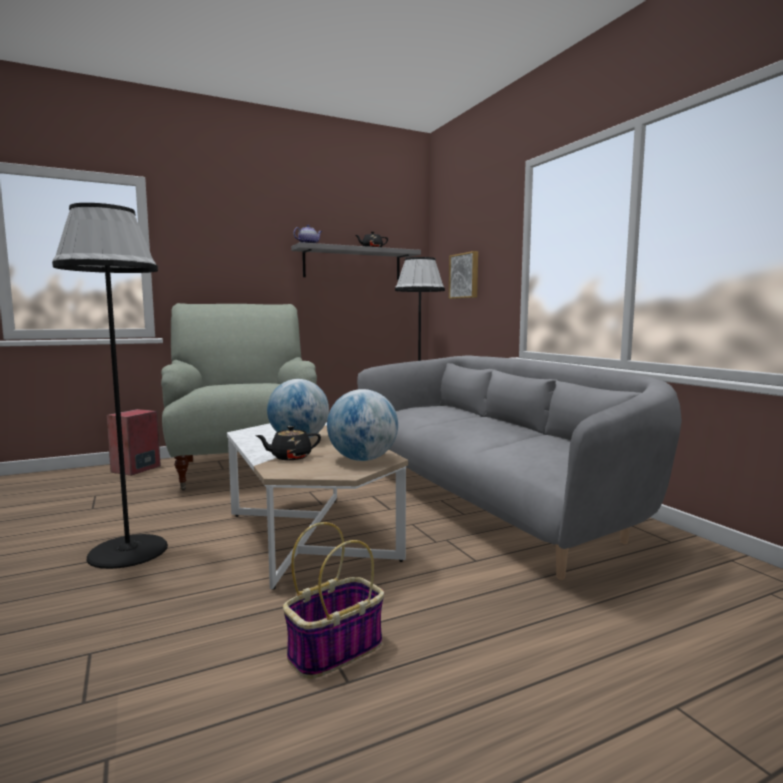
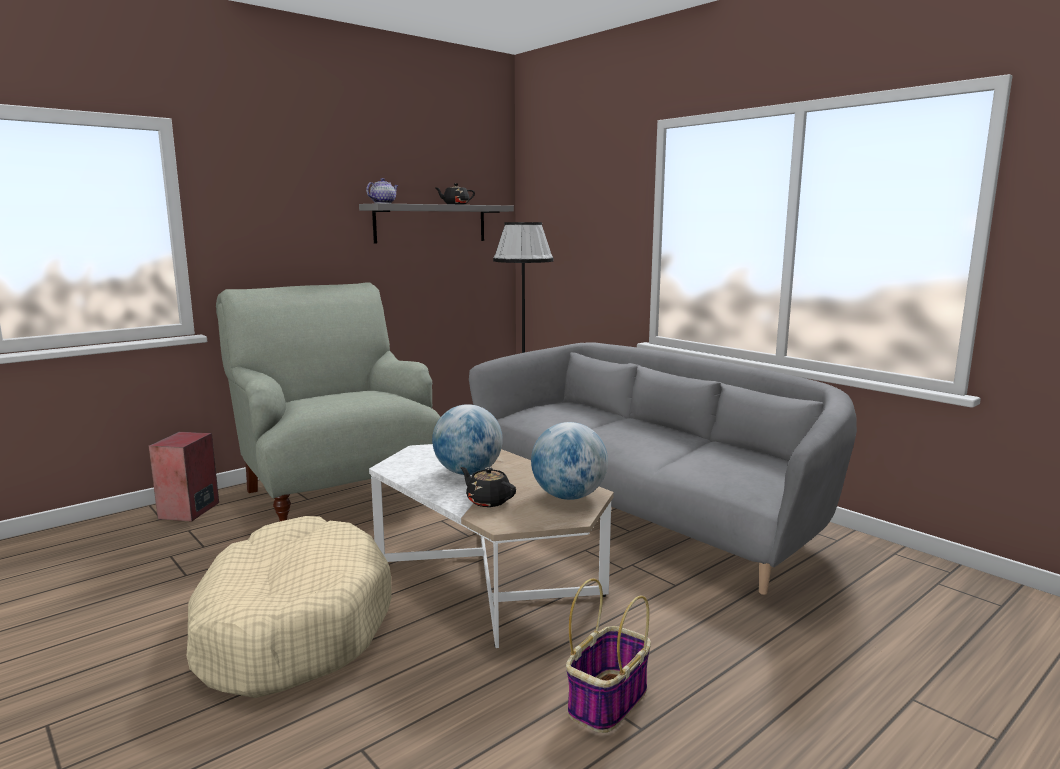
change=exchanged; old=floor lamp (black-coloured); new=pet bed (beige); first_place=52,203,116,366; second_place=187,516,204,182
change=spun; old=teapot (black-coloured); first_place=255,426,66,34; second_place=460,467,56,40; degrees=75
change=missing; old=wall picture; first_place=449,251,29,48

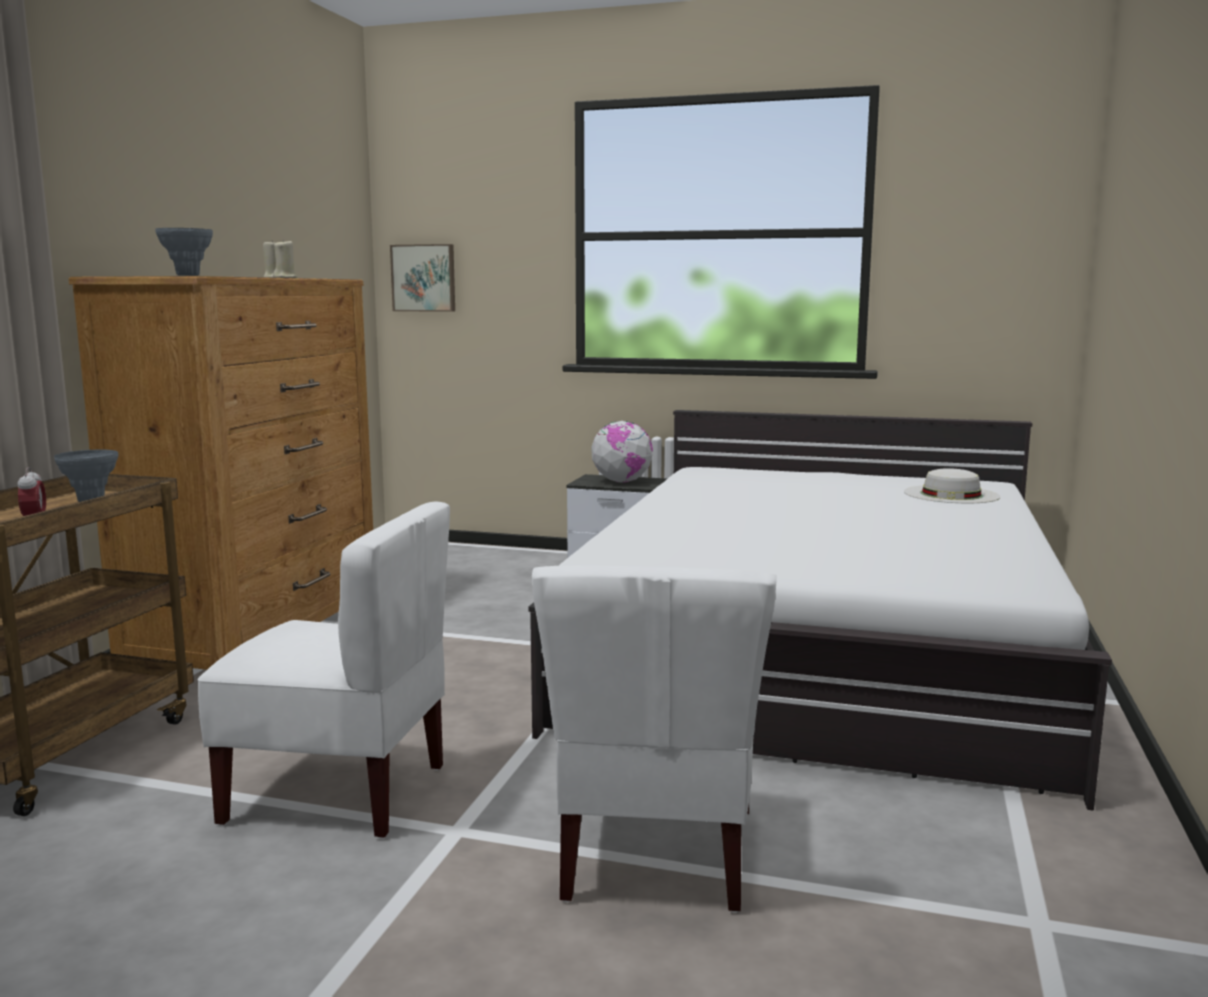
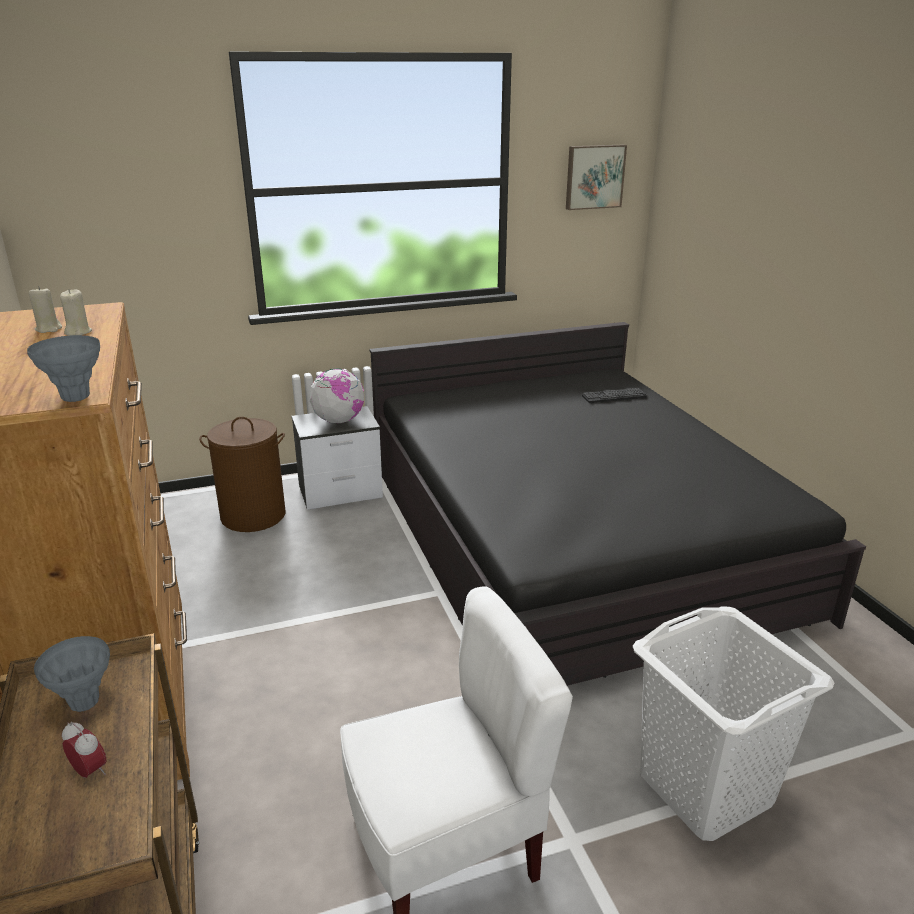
change=relocated; old=wall picture; first_place=390,244,65,68; second_place=566,145,61,65
change=colour; old=bed (whitish); new=bed (black-coloured); first_place=528,410,584,401; second_place=369,322,497,364
change=exchanged; old=chair (whitish); new=laundry basket (whitish); first_place=532,565,245,347; second_place=633,606,201,235
change=exchanged; old=wearable hat (whitish); new=computer keyboard; first_place=904,468,97,35; second_place=582,388,65,15
change=appeared; new=laundry basket (brown); second_place=199,417,86,115

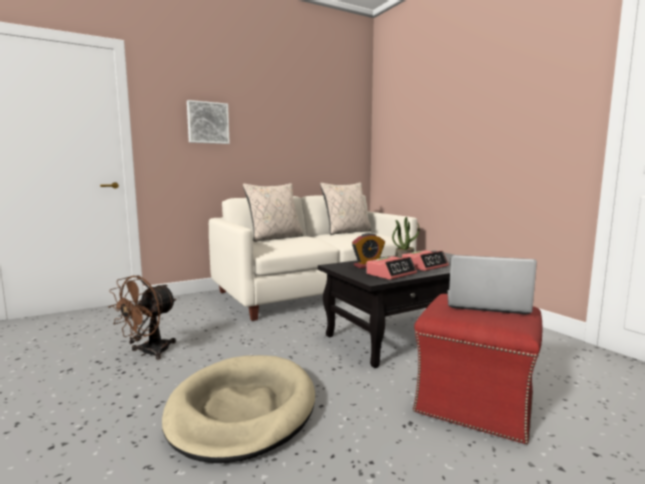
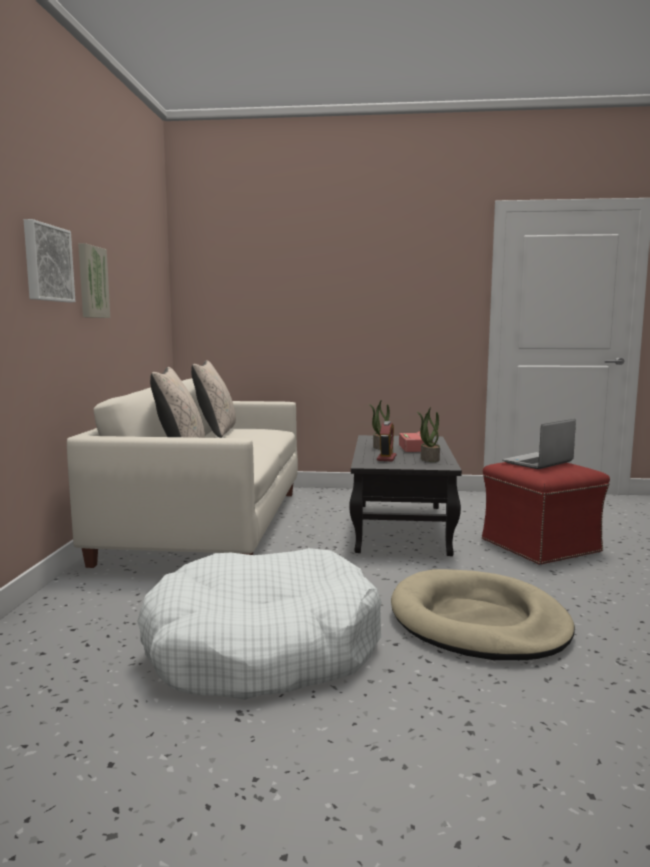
change=exchanged; old=fan (brown); new=pet bed (whitish); first_place=109,275,68,85; second_place=137,548,244,152
change=exchanged; old=alarm clock; new=potted plant; first_place=366,256,51,24; second_place=417,407,23,55
change=appeared; new=wall picture; second_place=78,243,32,75

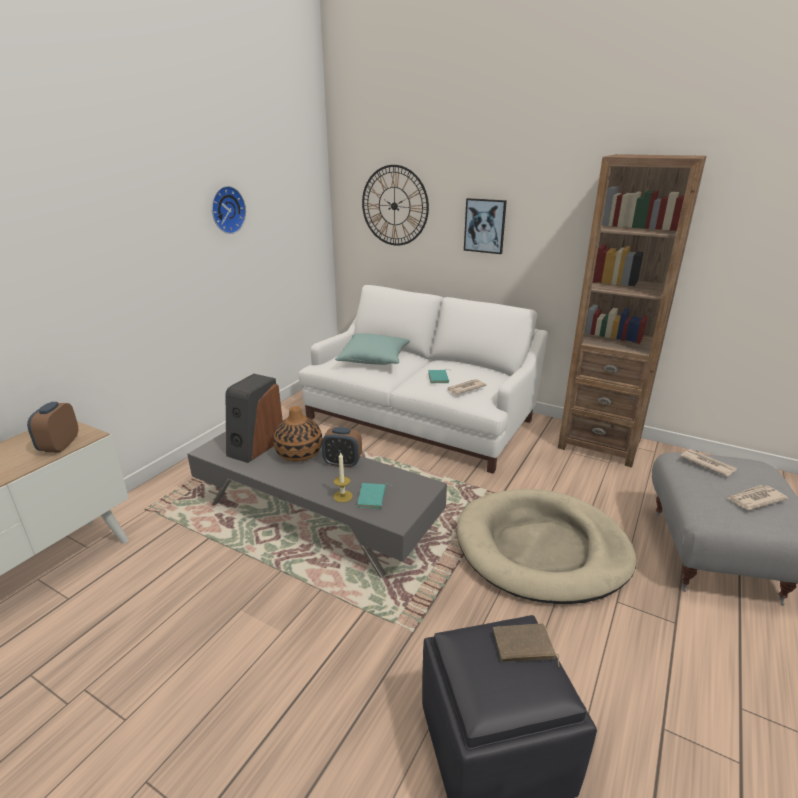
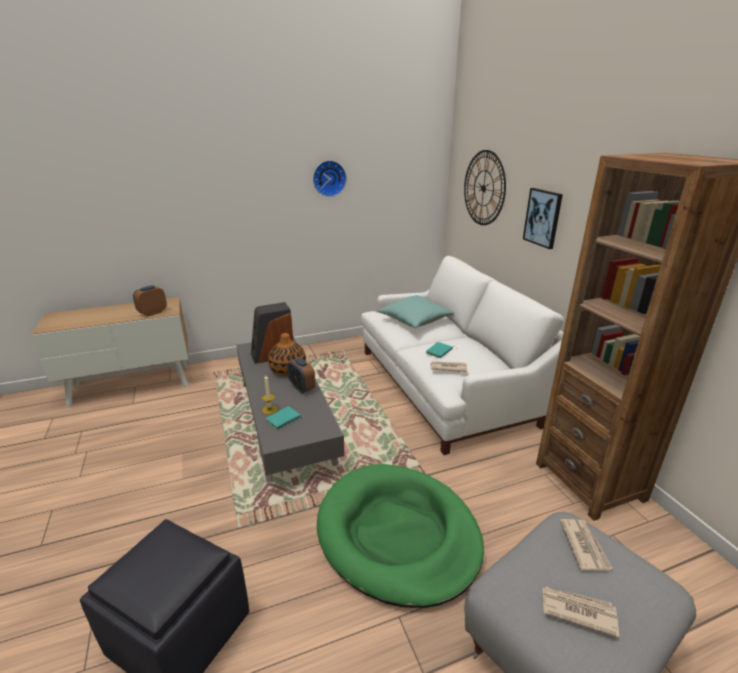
change=colour; old=pet bed (beige); new=pet bed (green-coloured); first_place=457,489,179,115; second_place=317,464,167,144
change=missing; old=book (brown); first_place=493,623,67,44

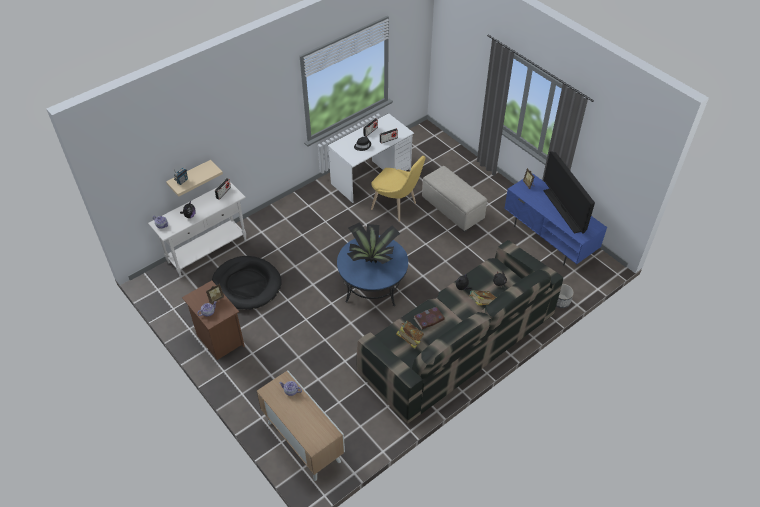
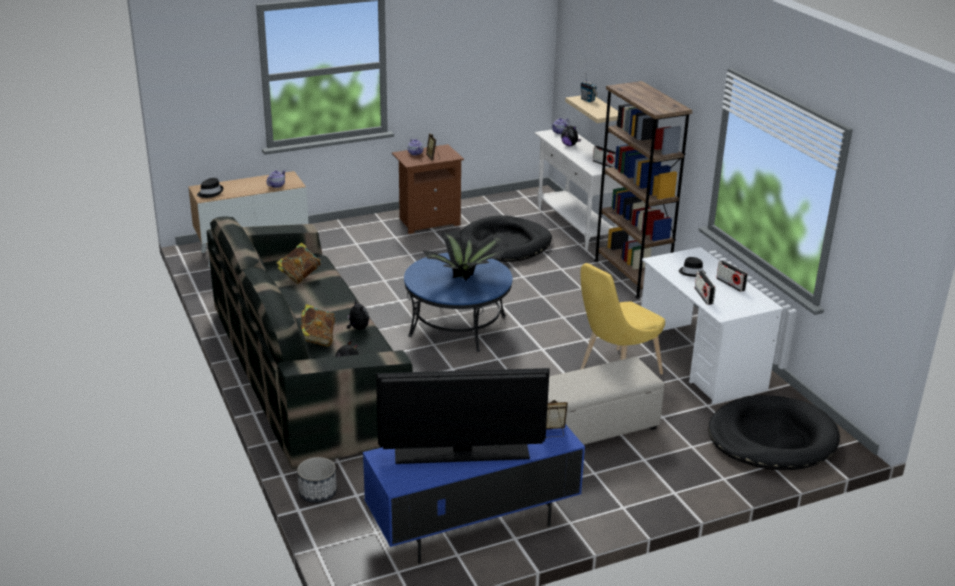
change=missing; old=book; first_place=414,307,31,22
change=appeared; new=wearable hat (black-coloured); second_place=197,178,26,20
change=appeared; new=bookcase (brown); second_place=594,81,98,217
change=appeared; new=pet bed (black-coloured); second_place=708,395,132,75

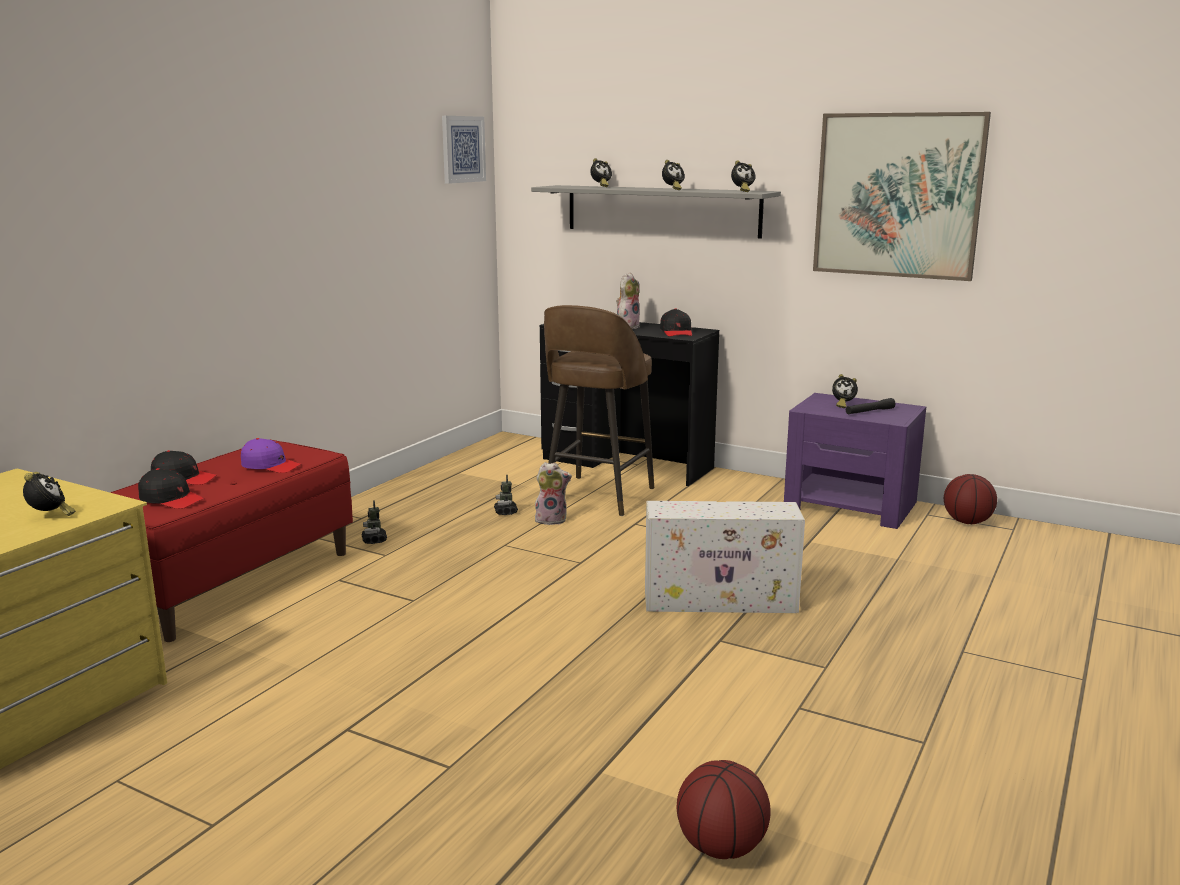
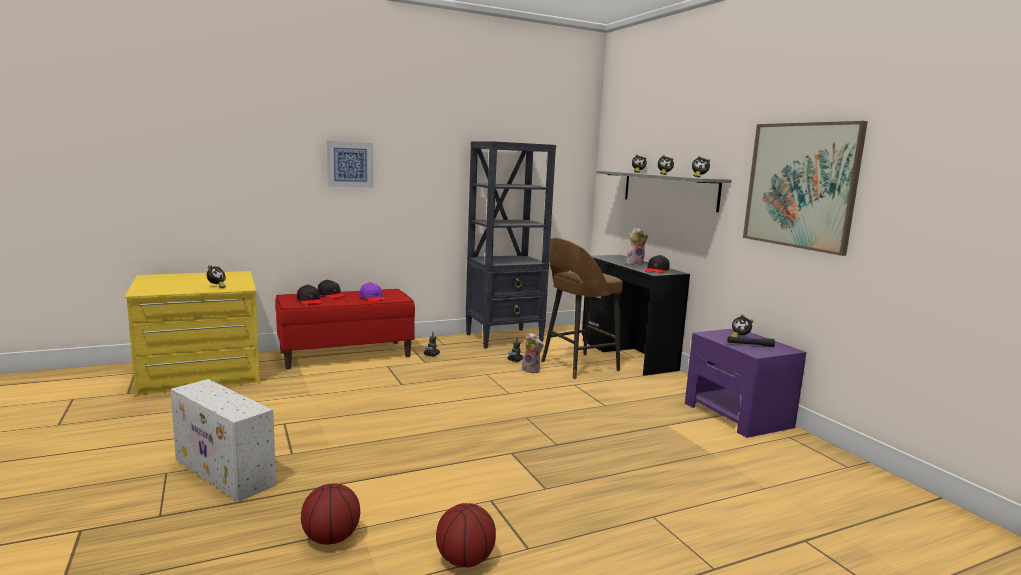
change=relocated; old=wall picture; first_place=442,116,44,68; second_place=327,141,46,47
change=relocated; old=storage box (whitish); first_place=645,501,160,112; second_place=171,379,105,123
change=relocated; old=basketball; first_place=944,474,53,50; second_place=436,503,60,65
change=appeared; new=bookcase (black-coloured); second_place=466,141,90,207

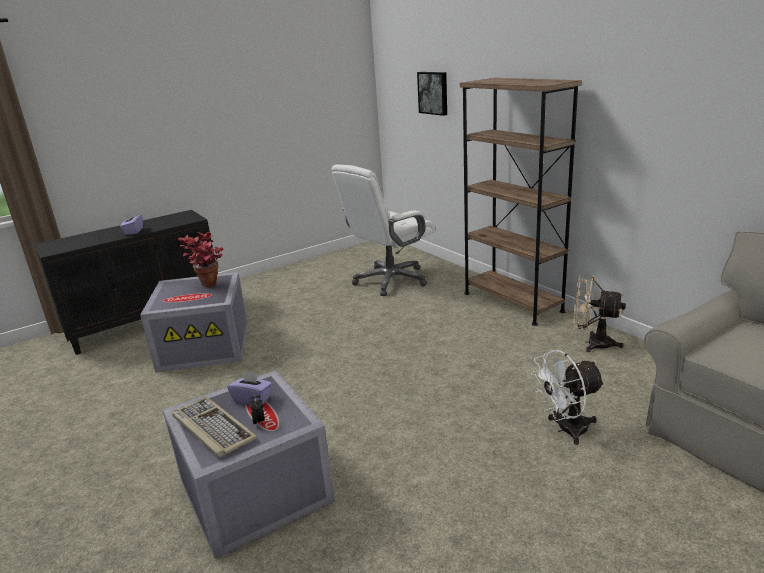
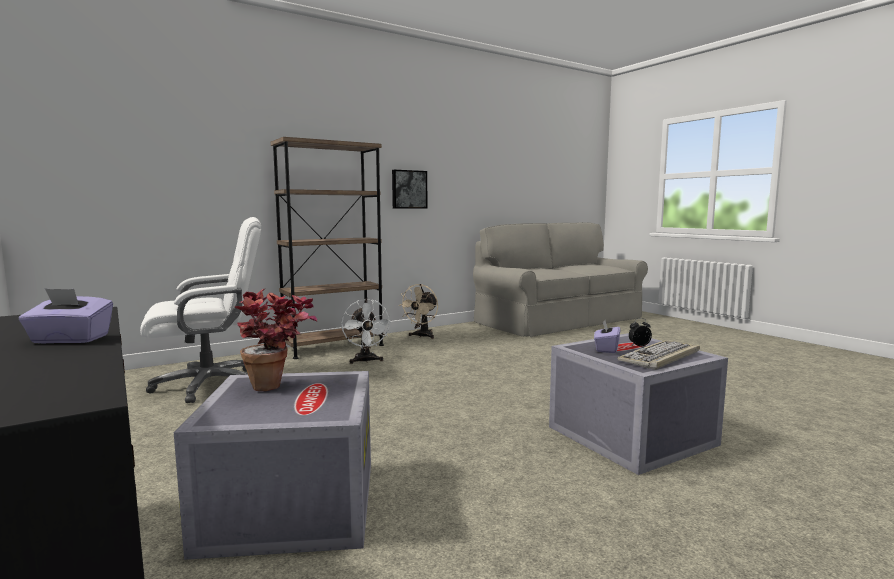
change=spun; old=computer chair (whitish); first_place=332,164,104,132; second_place=140,217,121,186; degrees=-75
change=relocated; old=wall picture; first_place=417,72,30,44; second_place=392,170,35,38
change=relocated; old=fan (whitish); first_place=531,350,74,95; second_place=341,299,50,65

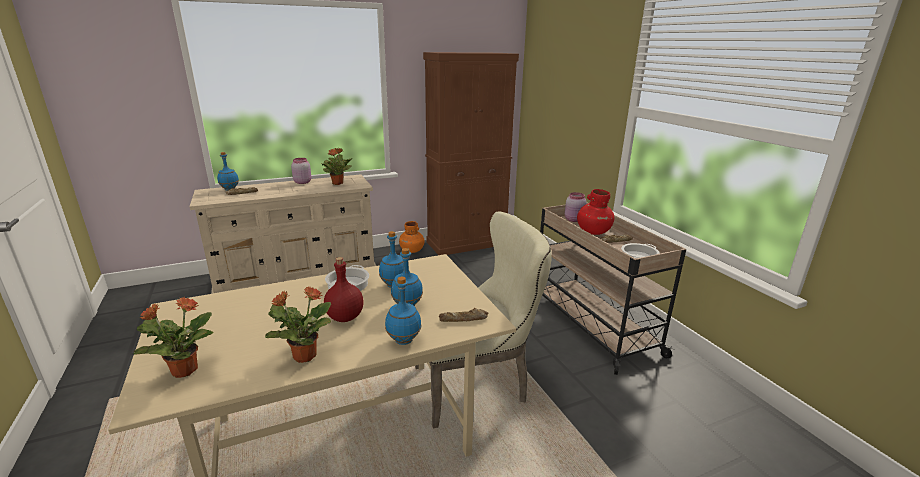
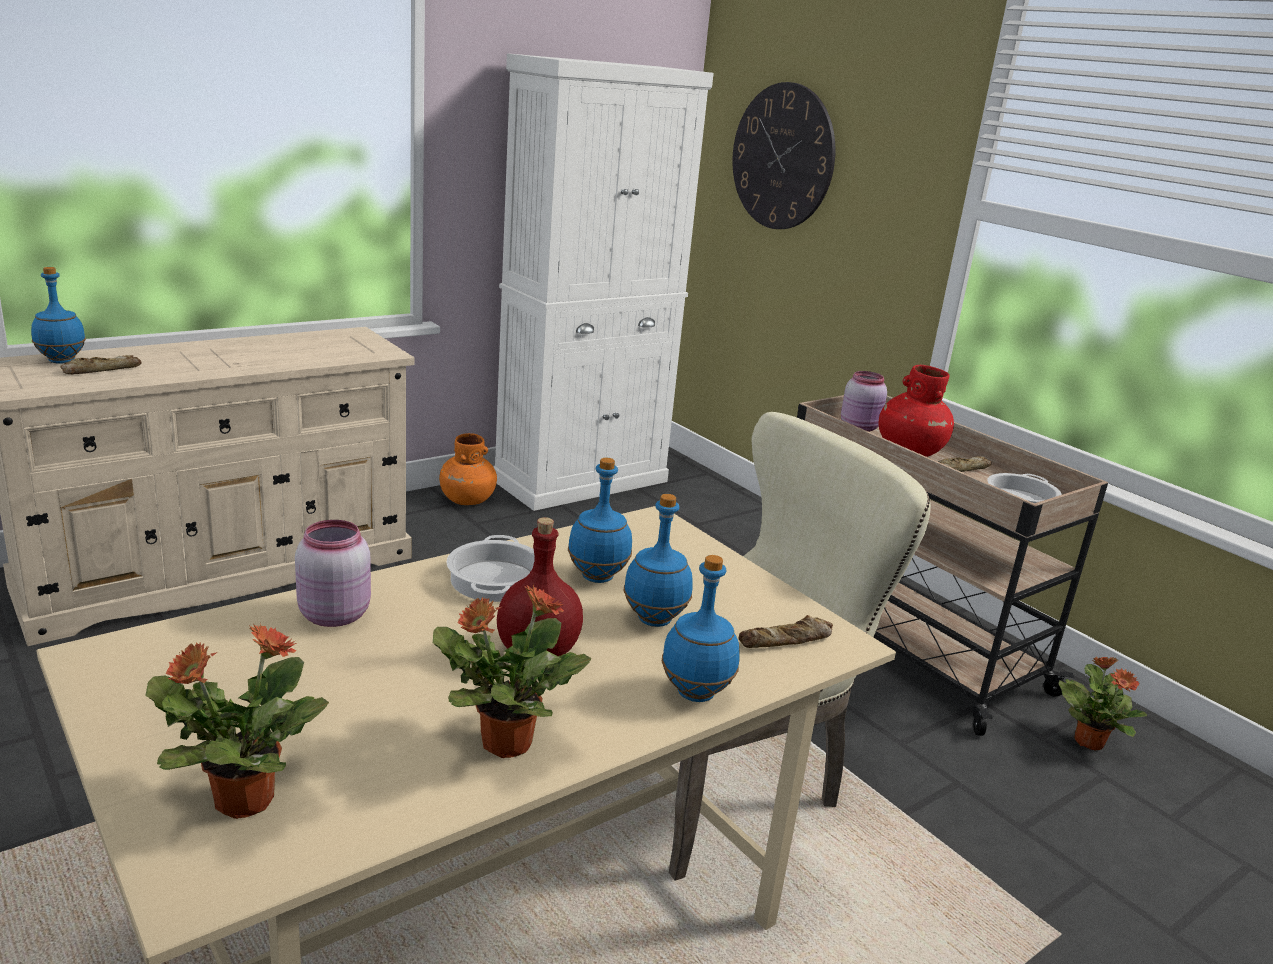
change=relocated; old=storage jar (pink); first_place=291,158,20,26; second_place=295,520,76,107
change=relocated; old=potted plant; first_place=322,148,30,37; second_place=1058,657,89,93
change=colour; old=cabinet (brown); new=cabinet (whitish); first_place=423,52,96,203; second_place=493,53,221,458
change=appeared; new=clock on the wall; second_place=732,82,103,147

